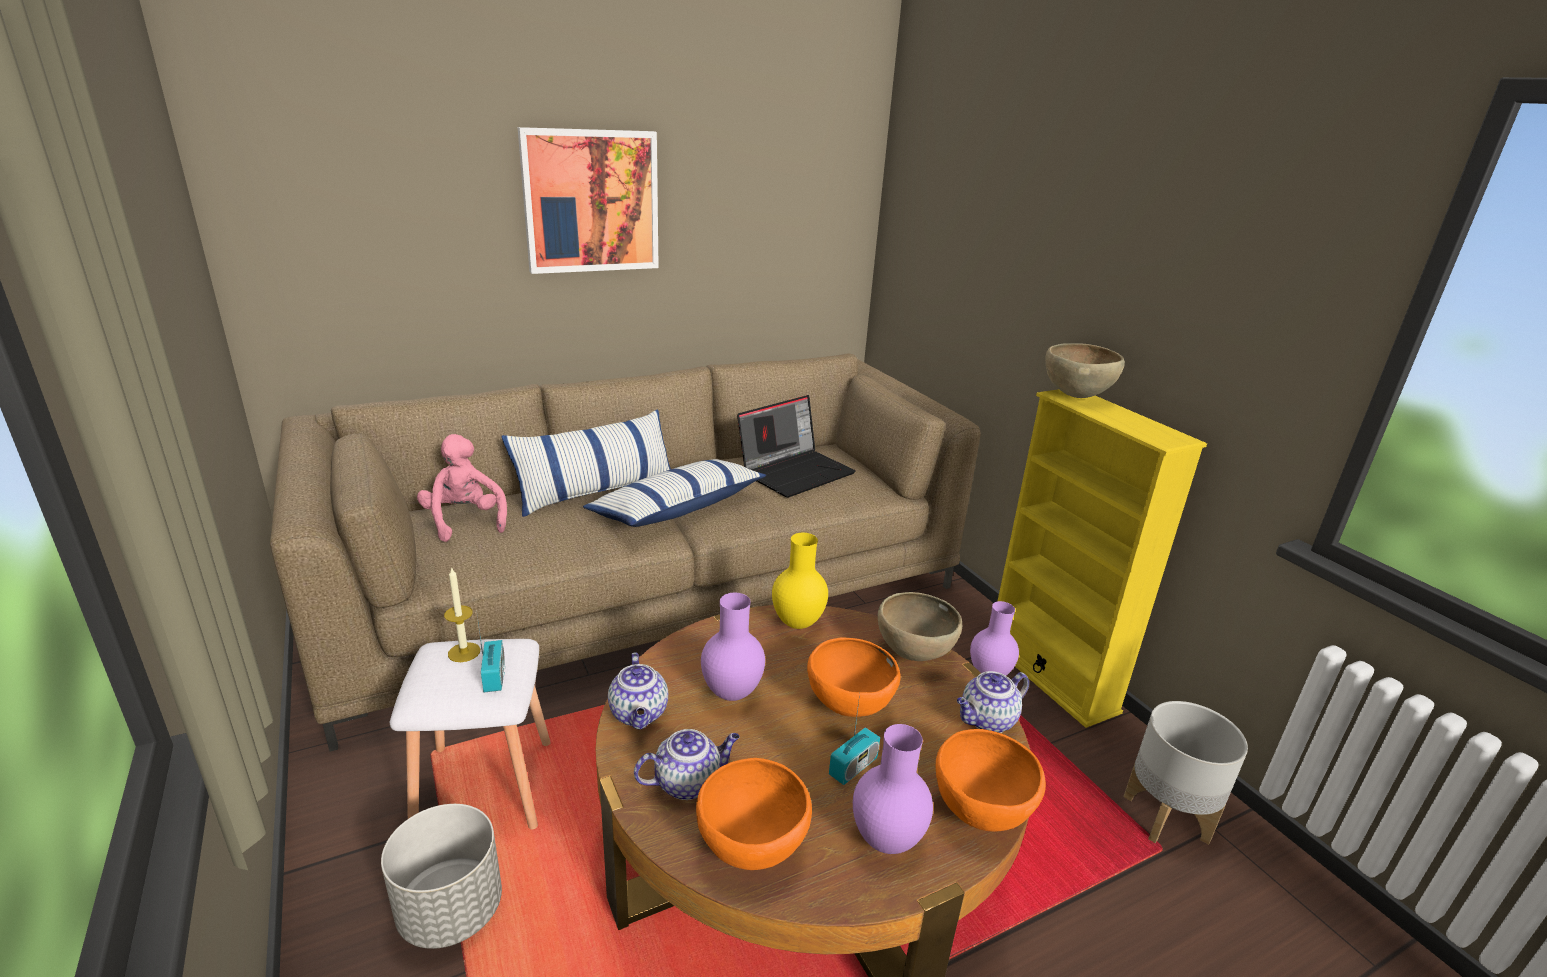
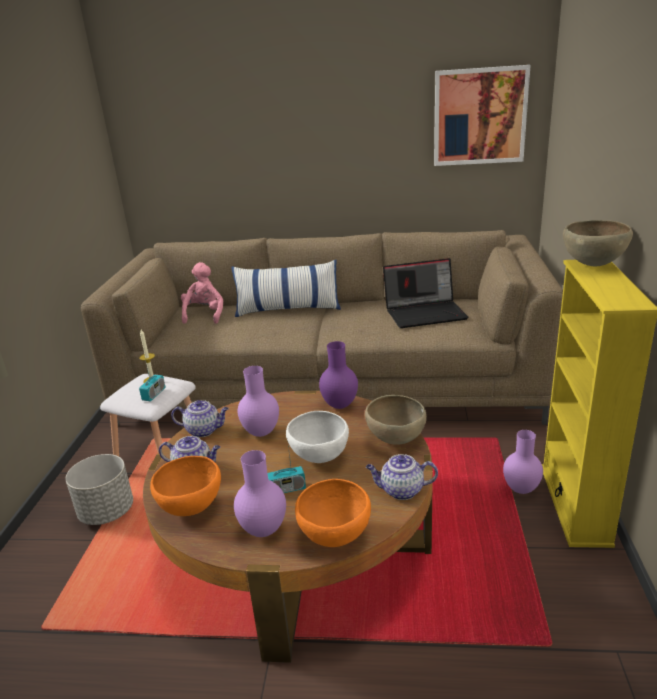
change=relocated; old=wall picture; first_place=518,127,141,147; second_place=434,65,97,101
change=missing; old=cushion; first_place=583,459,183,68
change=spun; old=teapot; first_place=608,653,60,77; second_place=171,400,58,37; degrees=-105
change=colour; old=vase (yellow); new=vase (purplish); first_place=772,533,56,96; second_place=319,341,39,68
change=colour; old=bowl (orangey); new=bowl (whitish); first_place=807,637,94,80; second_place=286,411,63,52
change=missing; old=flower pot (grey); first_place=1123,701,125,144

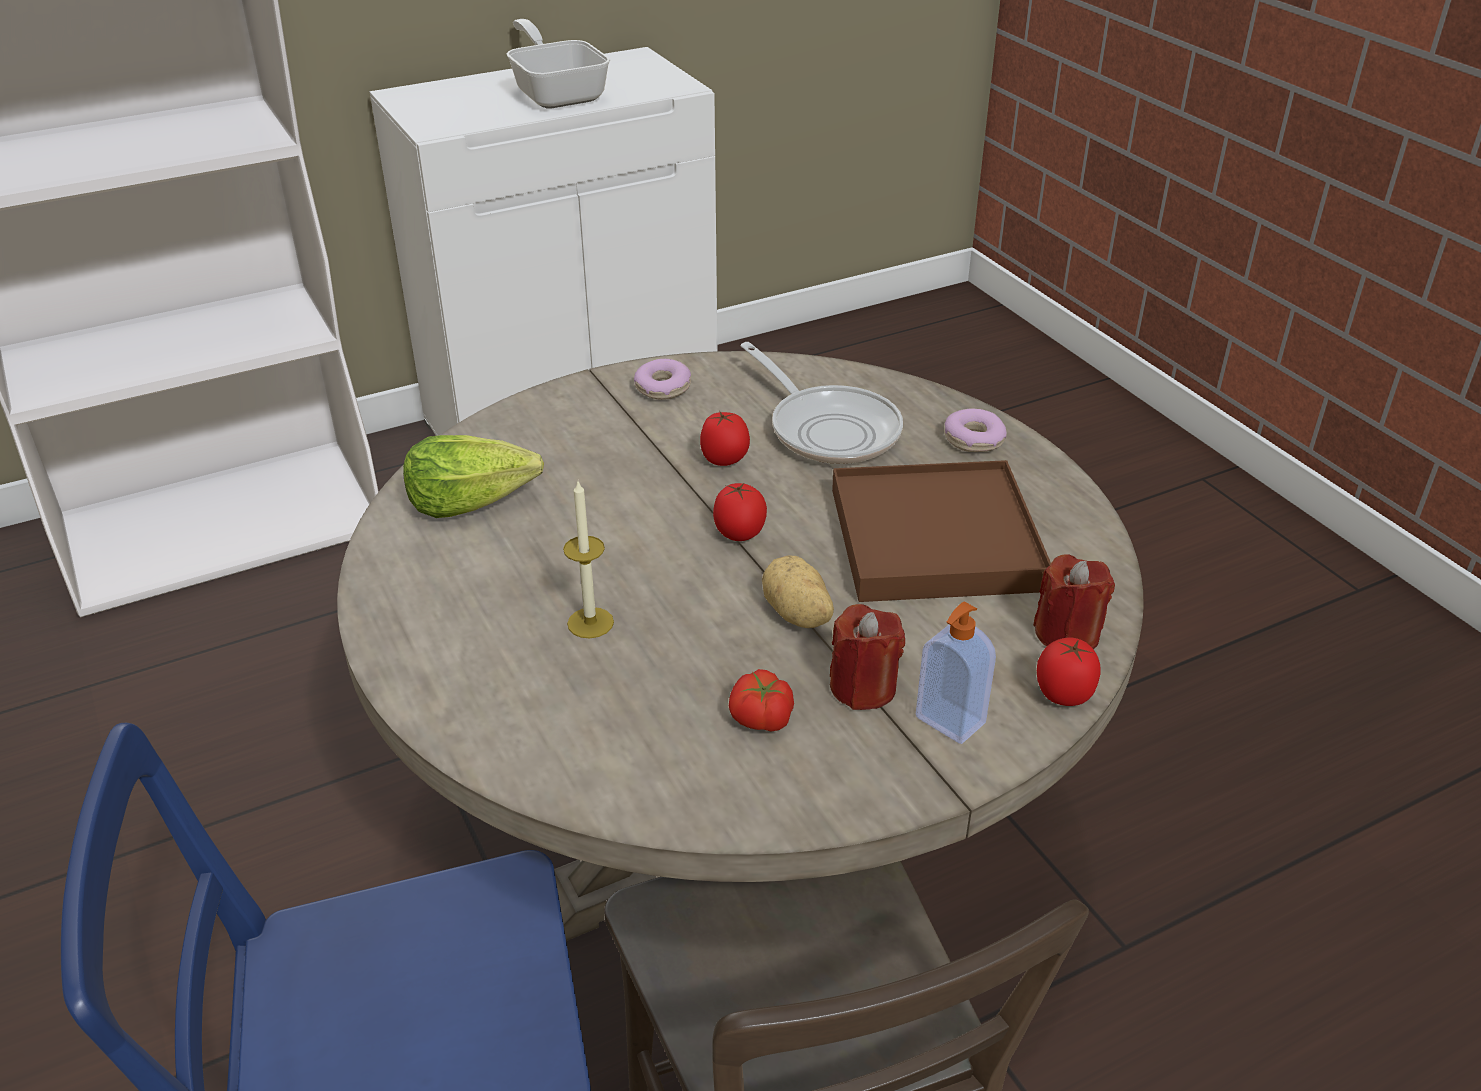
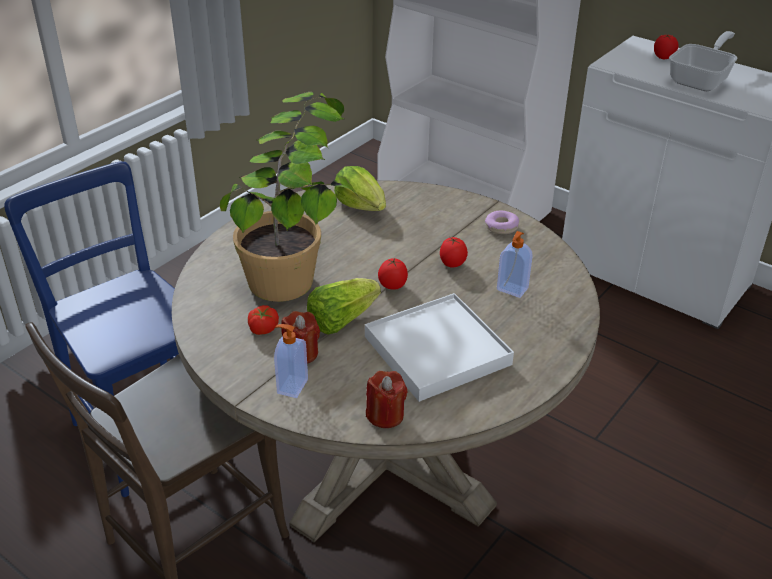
change=exchanged; old=wax light; new=potted plant; first_place=563,481,51,157; second_place=219,92,144,210
change=exchanged; old=frying pan; new=liquid soap bottle; first_place=740,342,163,122; second_place=497,231,36,67
change=exchanged; old=whole potato; new=lettuce head; first_place=762,556,72,72; second_place=307,278,74,57
change=colour; old=tray (brown); new=tray (whitish); first_place=832,460,219,142; second_place=365,293,149,109
change=missing; old=donut; first_place=944,408,63,44
change=relocated; old=whole tomato; first_place=1037,637,63,69; second_place=654,35,25,24

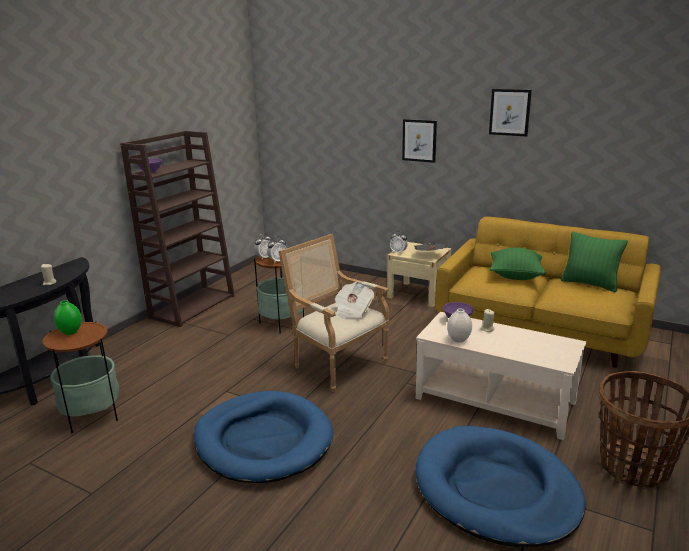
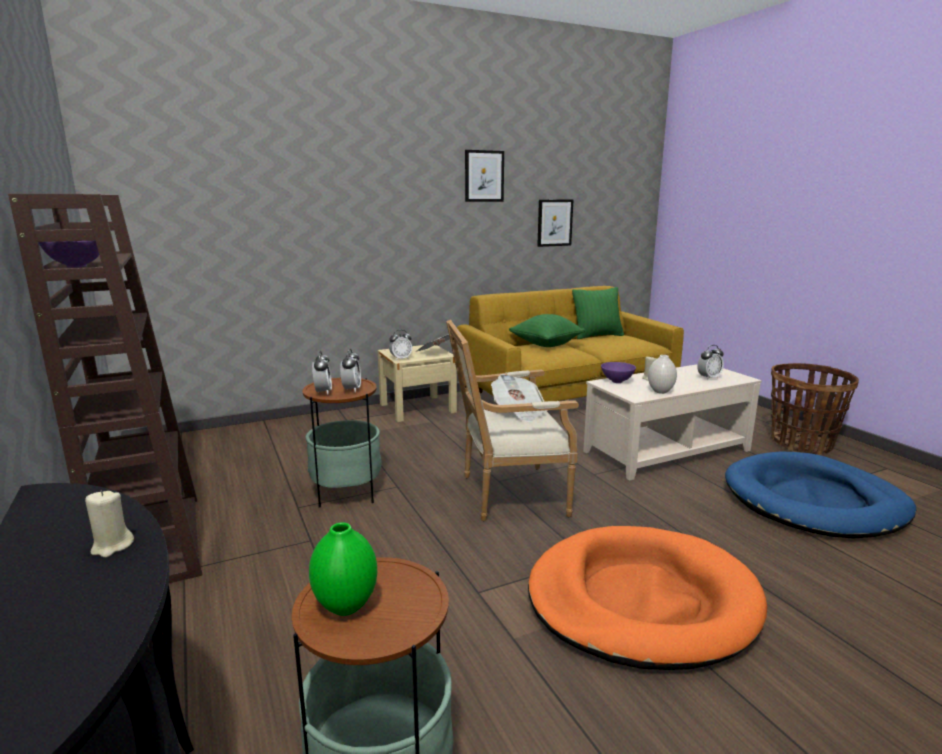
change=colour; old=pet bed (bluish); new=pet bed (orangey); first_place=193,391,140,92; second_place=528,526,239,144
change=relocated; old=wall picture; first_place=402,119,35,44; second_place=537,200,36,47
change=appeared; new=alarm clock; second_place=697,345,27,35

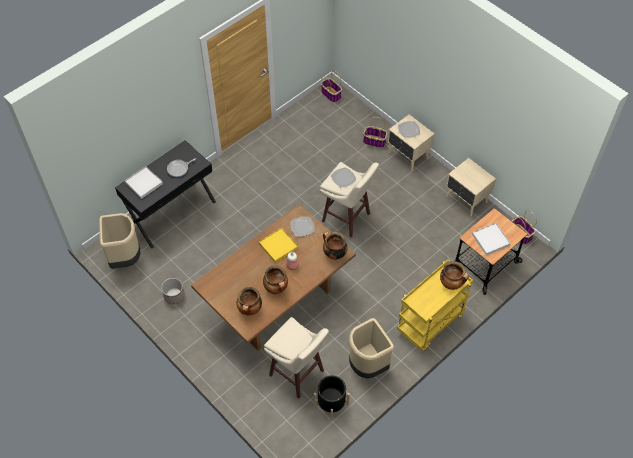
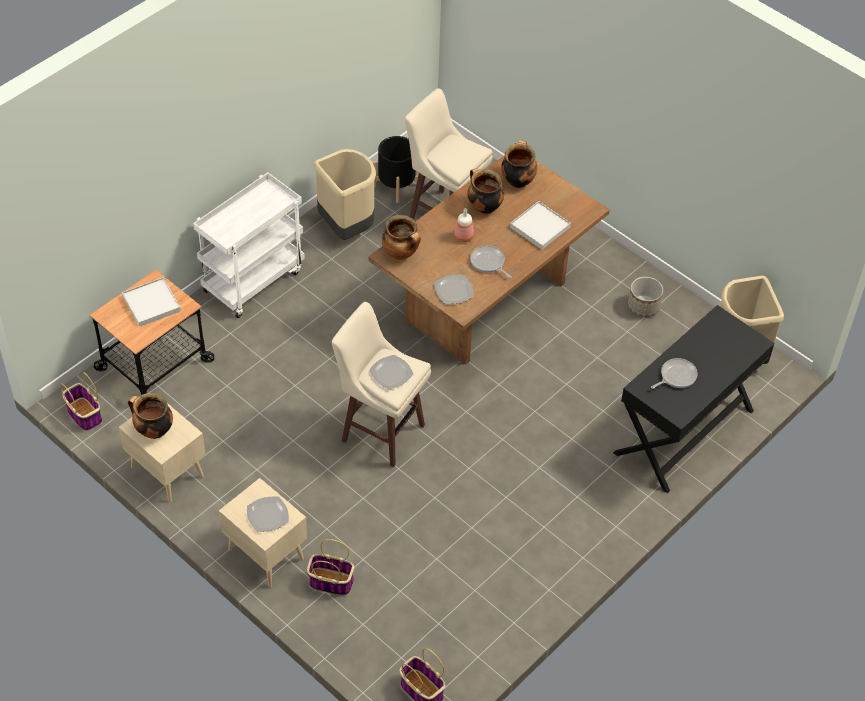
change=relocated; old=tray (whitish); first_place=125,166,38,33; second_place=510,201,61,49
change=exchanged; old=tray (yellow); new=frying pan; first_place=259,227,39,36; second_place=470,245,42,33
change=colour; old=trolley (yellow); new=trolley (whitish); first_place=397,260,76,91; second_place=193,172,112,146
change=relocated; old=saucepot; first_place=440,261,29,29; second_place=128,393,45,46

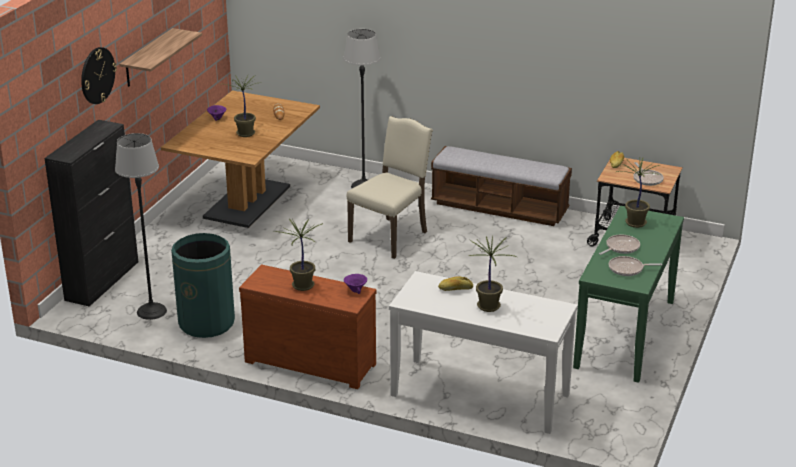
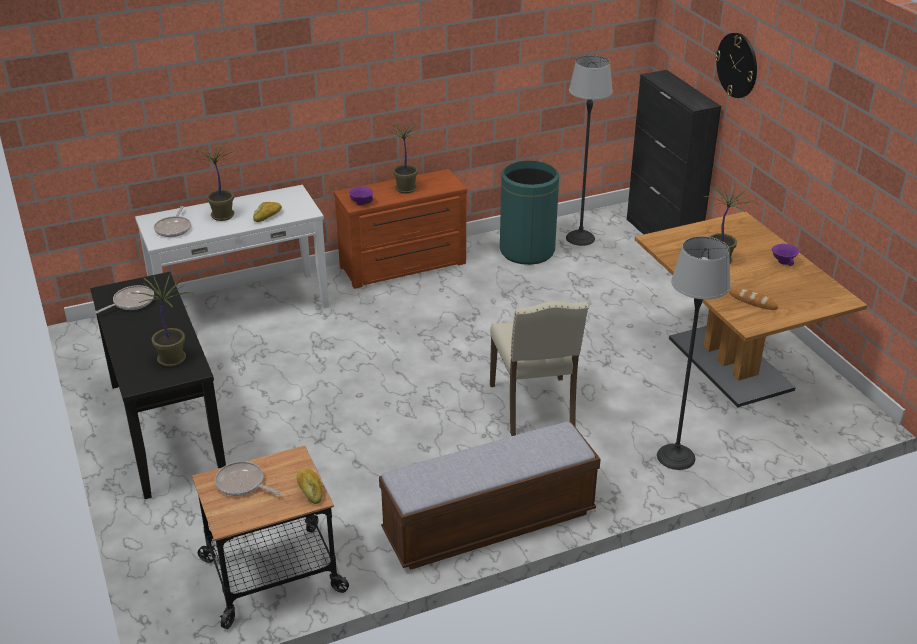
change=missing; old=bracket shelf; first_place=119,28,83,59
change=colour; old=console table (green-coloured); new=console table (black-coloured); first_place=573,206,111,177; second_place=90,272,136,227
change=relocated; old=frying pan; first_place=599,235,41,20; second_place=154,206,37,31

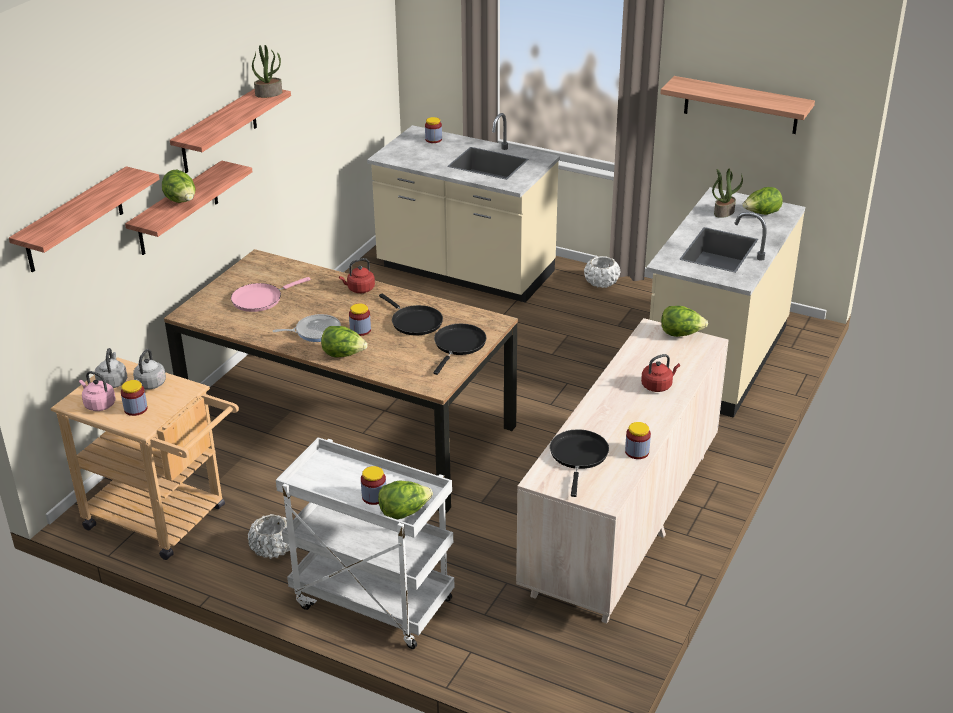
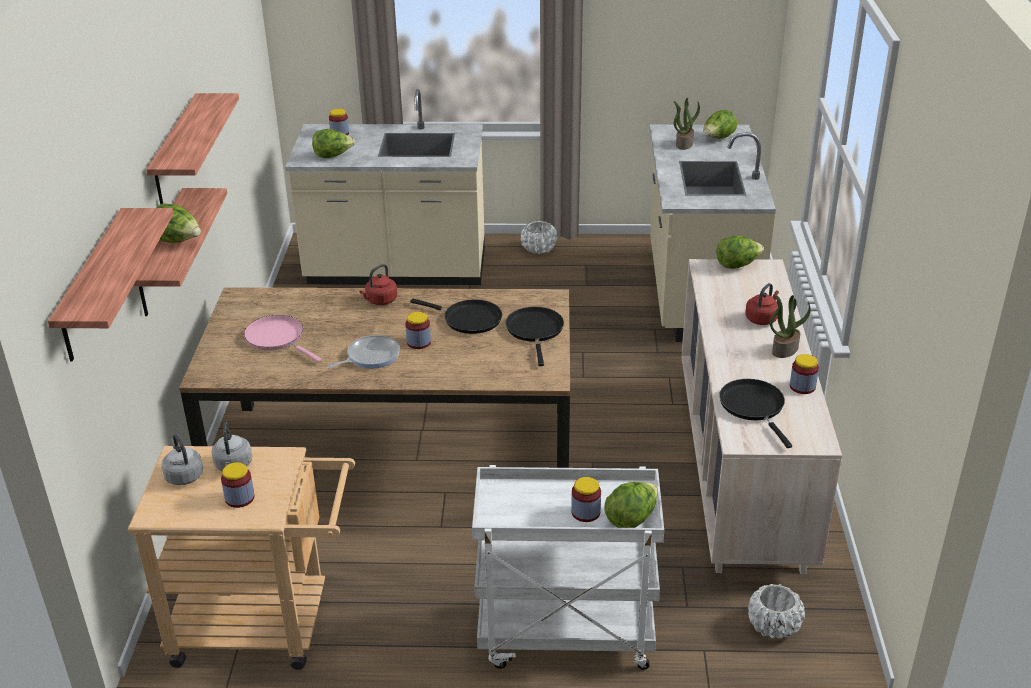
change=missing; old=kettle (pink); first_place=79,371,37,40
change=spun; old=frying pan (pink); first_place=231,277,79,35; second_place=244,315,77,47; degrees=105
change=relocated; old=flower pot (whitish); first_place=248,514,42,45; second_place=748,584,57,55
change=relocated; old=potted plant; first_place=252,45,30,53; second_place=770,295,41,63
change=relocated; old=lettuce head; first_place=321,326,47,31; second_place=312,129,43,29
change=missing; old=bracket shelf; first_place=660,76,155,58

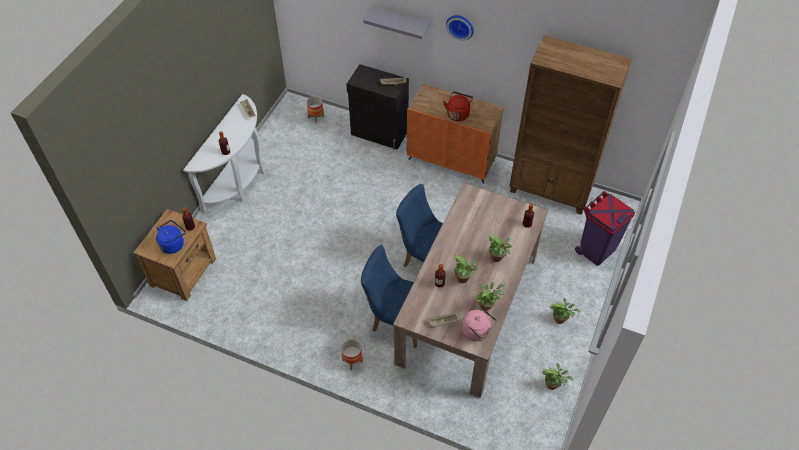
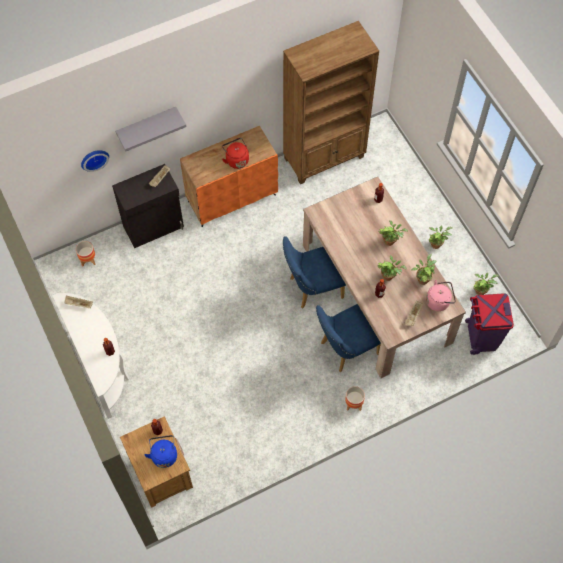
change=relocated; old=clock on the wall; first_place=446,15,28,26; second_place=81,150,28,22
change=relocated; old=trash can (purplish); first_place=575,191,60,75; second_place=465,293,49,62

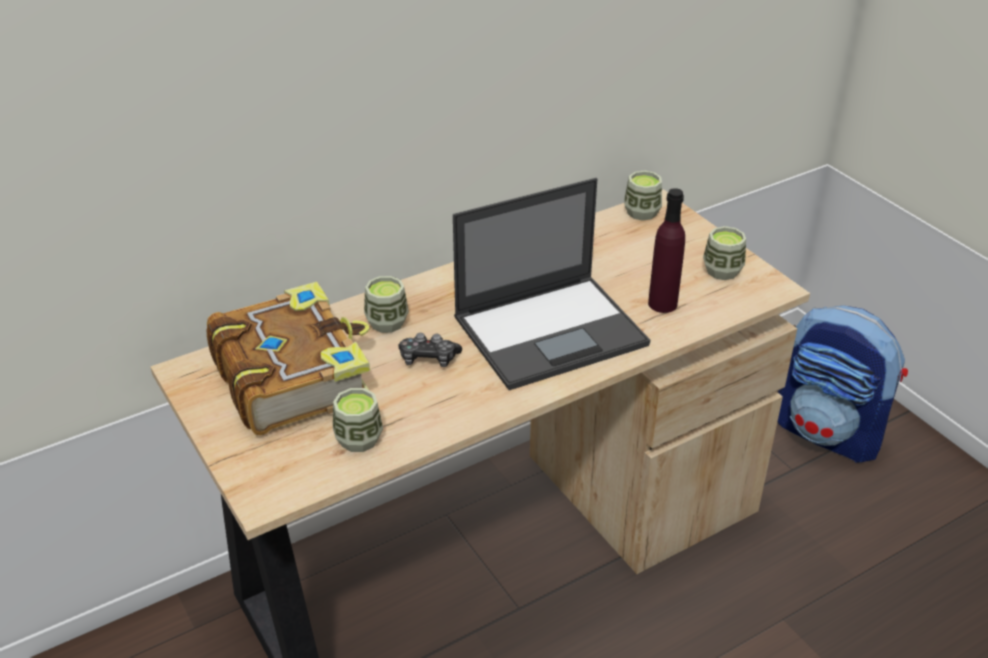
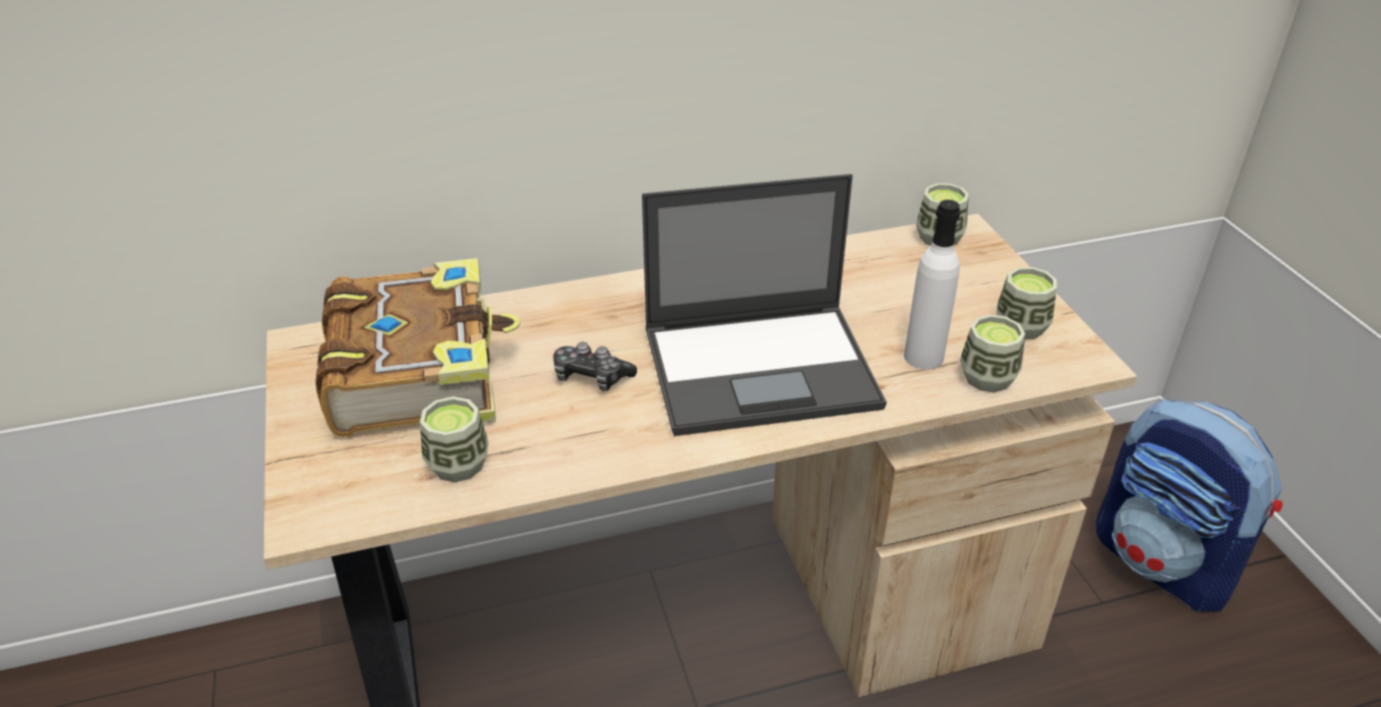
change=relocated; old=cup; first_place=364,276,45,57; second_place=960,315,65,78
change=colour; old=bottle (purplish); new=bottle (whitish); first_place=648,188,37,125; second_place=904,200,57,170

